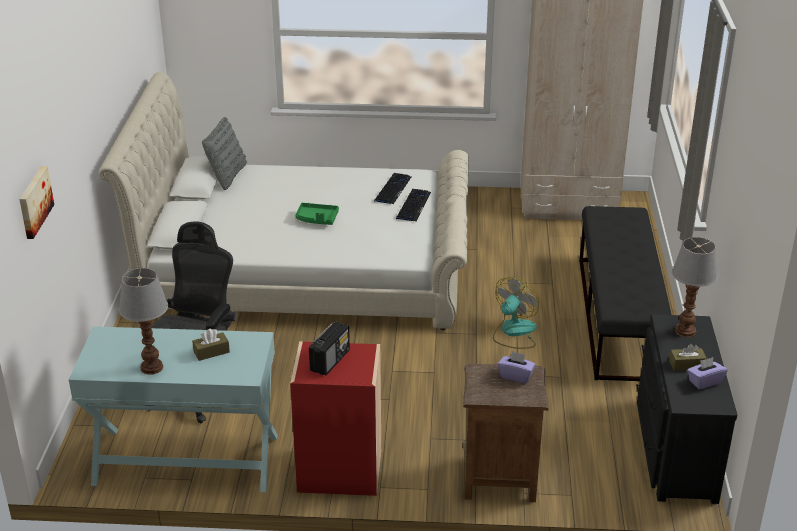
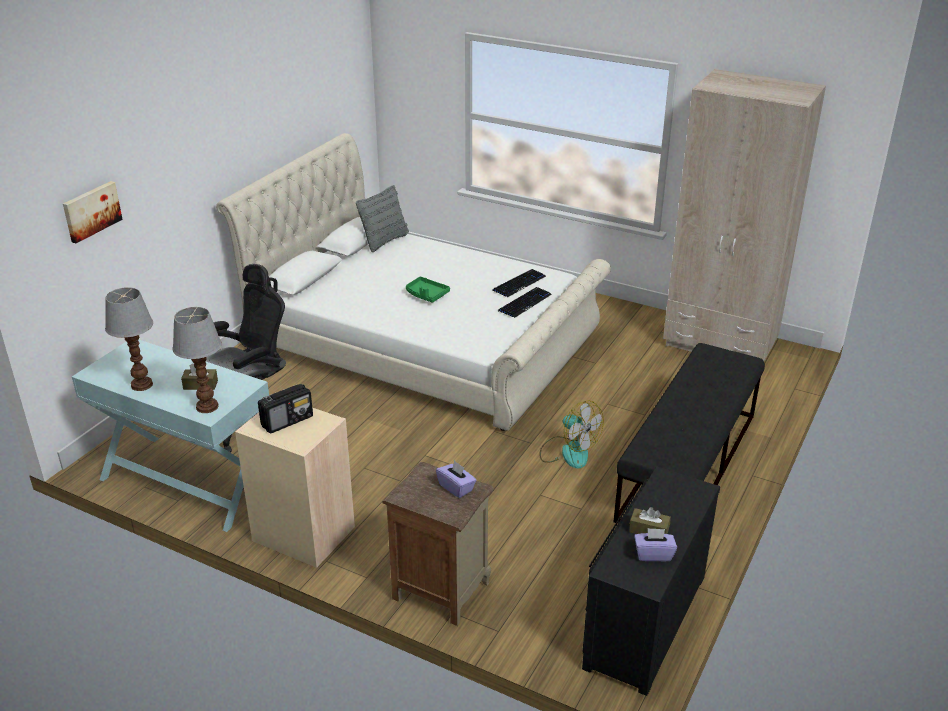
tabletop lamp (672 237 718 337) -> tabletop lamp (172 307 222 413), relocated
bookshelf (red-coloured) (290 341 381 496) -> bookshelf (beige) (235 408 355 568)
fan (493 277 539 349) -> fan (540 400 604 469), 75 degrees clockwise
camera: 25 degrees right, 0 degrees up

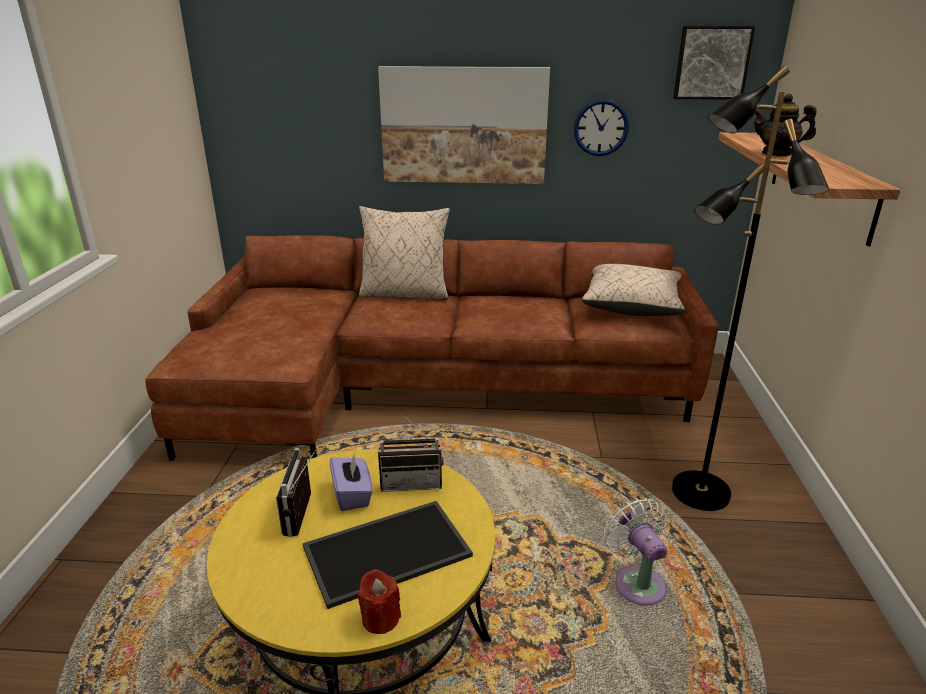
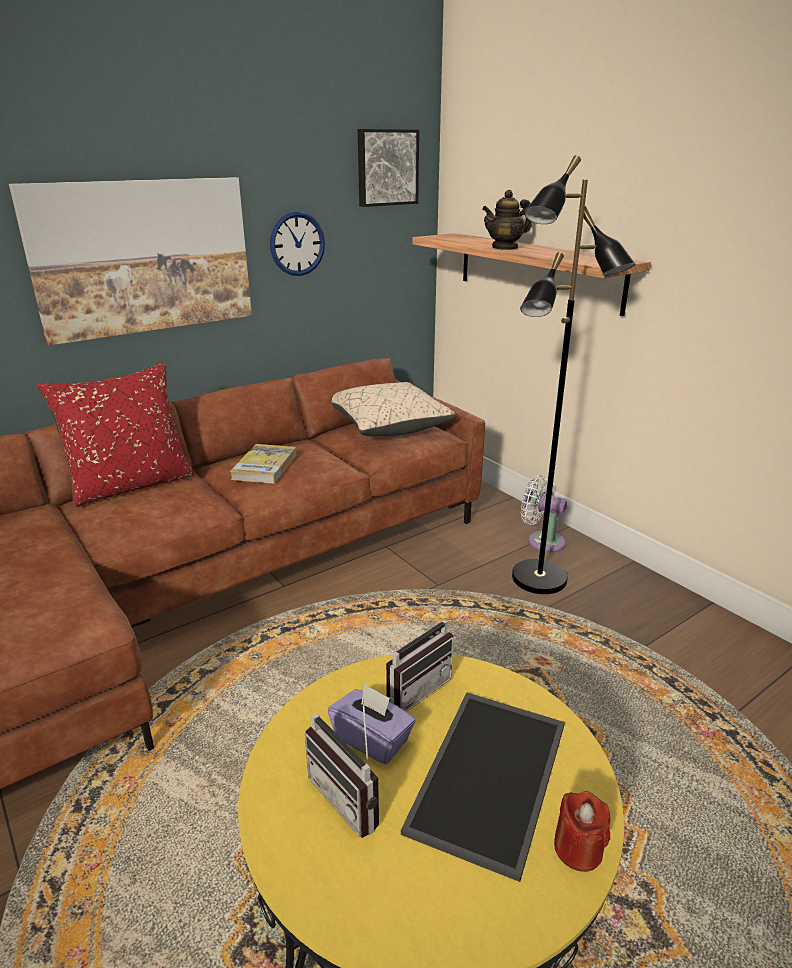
none -> bound book (230 444 297 484)
fan (white-coloured) (604 498 667 606) -> fan (white-coloured) (521 475 567 553), relocated
cushion (beige) (359 206 450 299) -> cushion (red-coloured) (38 363 194 507)
camera: 40 degrees left, 0 degrees up

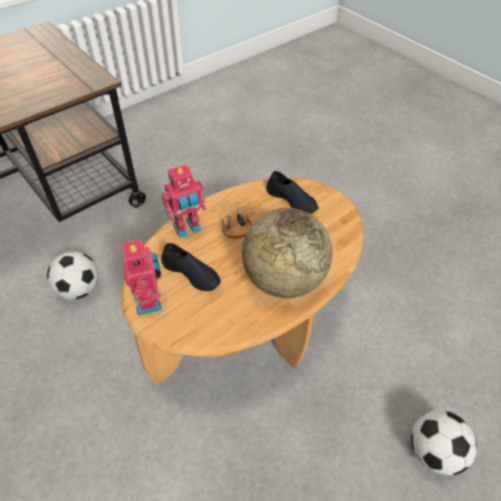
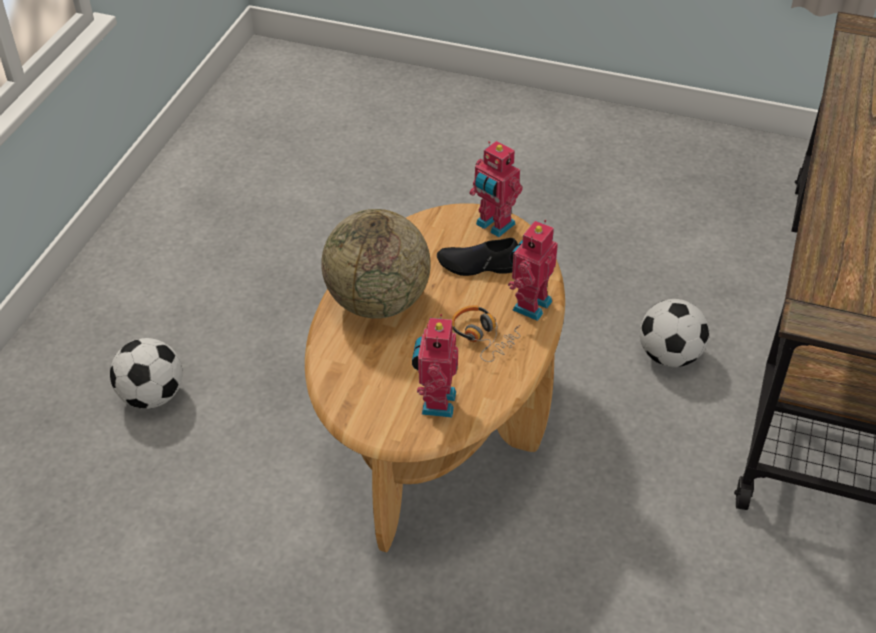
shoe (blackish) (266 171 319 214) -> robot figure (412 314 458 417)
camera: 150 degrees right, 5 degrees down

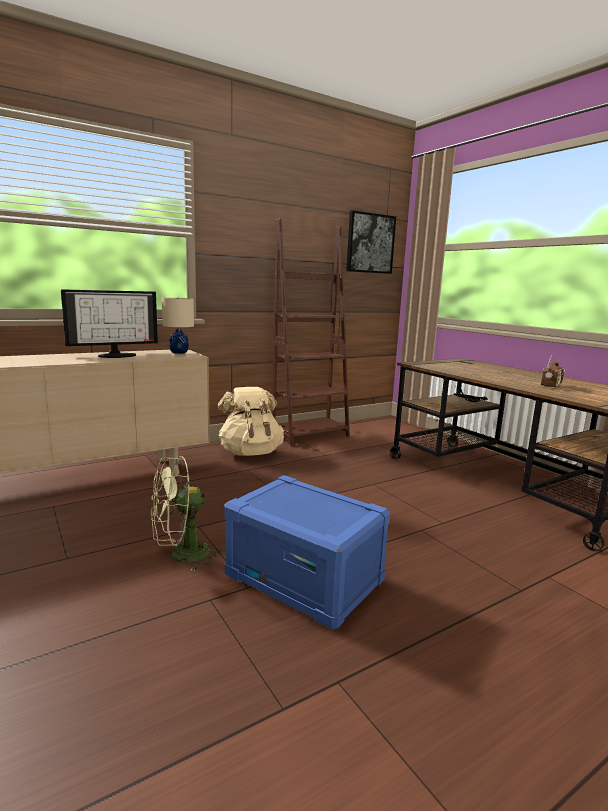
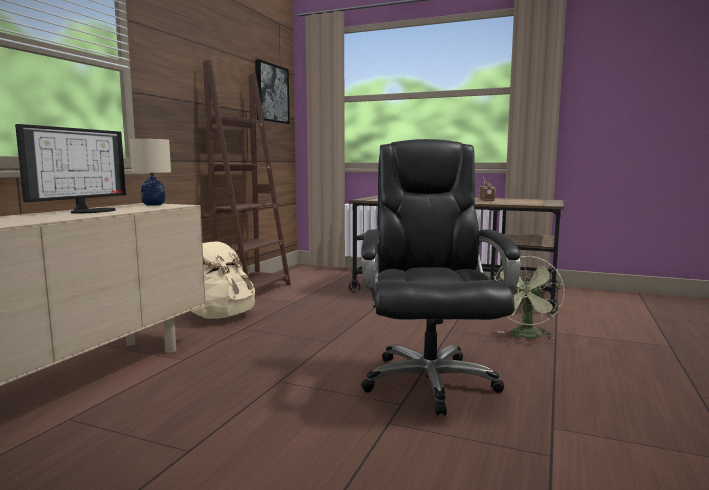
fan (greenish) (151 456 223 572) -> fan (greenish) (493 256 565 339), relocated
storage container (blue) (224 475 390 630) -> desk chair (blackish) (361 139 521 415)
camera: 35 degrees left, 5 degrees down

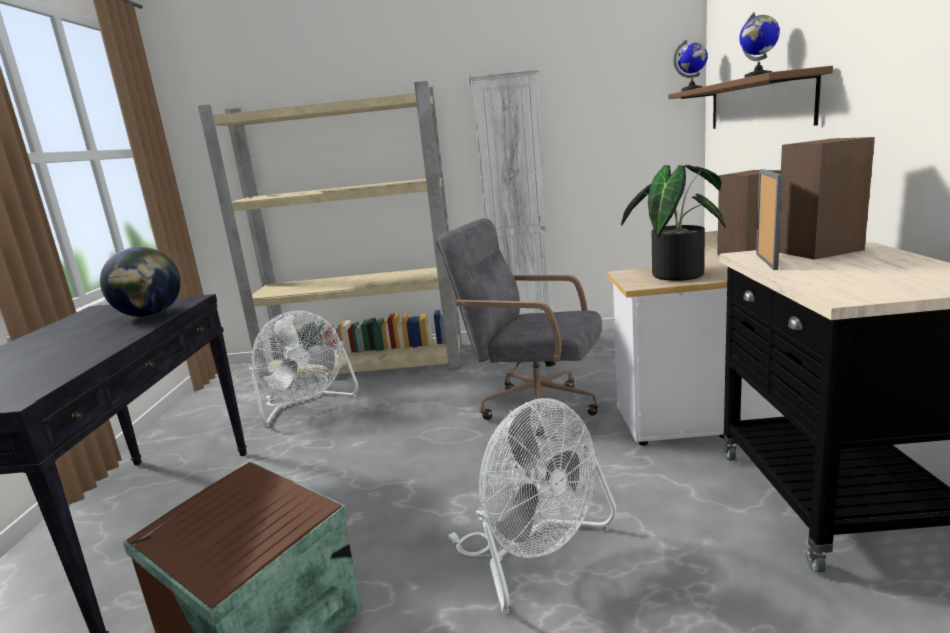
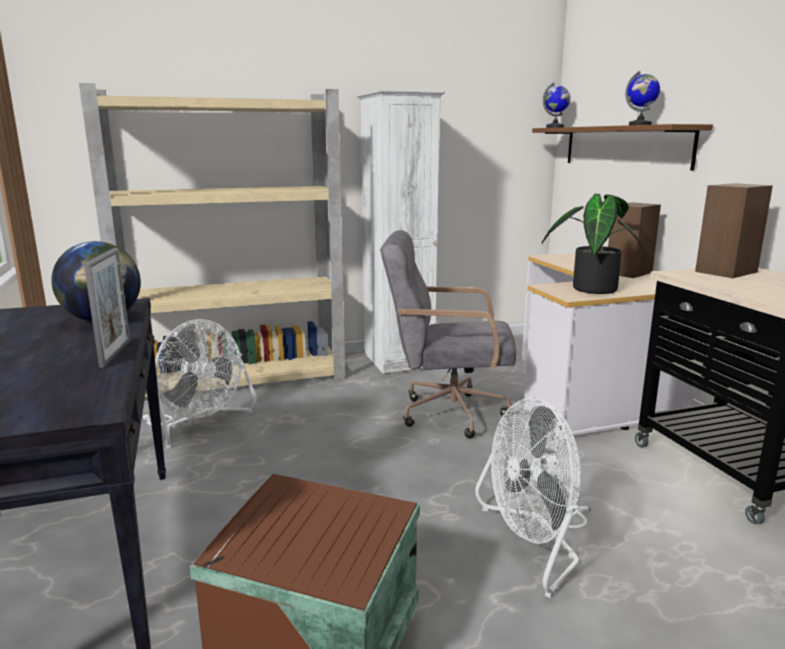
photo frame (756 169 783 270) -> photo frame (84 248 130 368), relocated
fan (white-coloured) (448 398 616 615) -> fan (white-coloured) (475 397 591 598), 135 degrees clockwise
camera: 20 degrees left, 0 degrees up

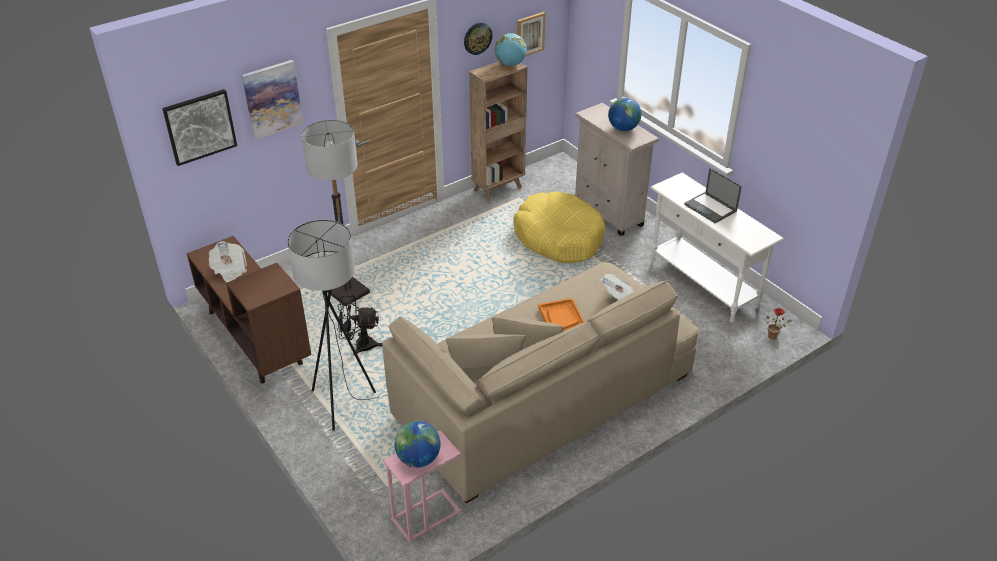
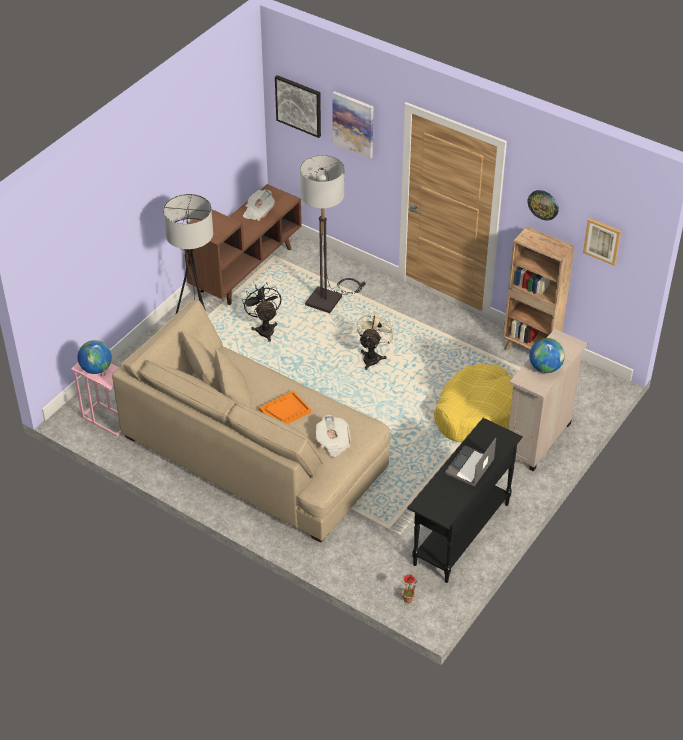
globe (495 33 527 66) -> none
none -> fan (beige) (357 310 396 370)
narrow table (white-coloured) (650 173 784 322) -> narrow table (blackish) (407 418 523 583)
camera: 70 degrees right, 5 degrees up

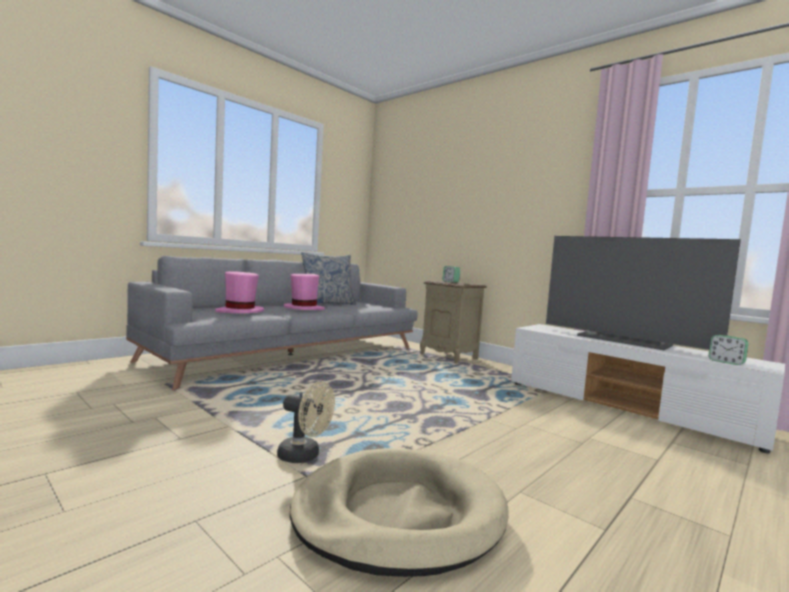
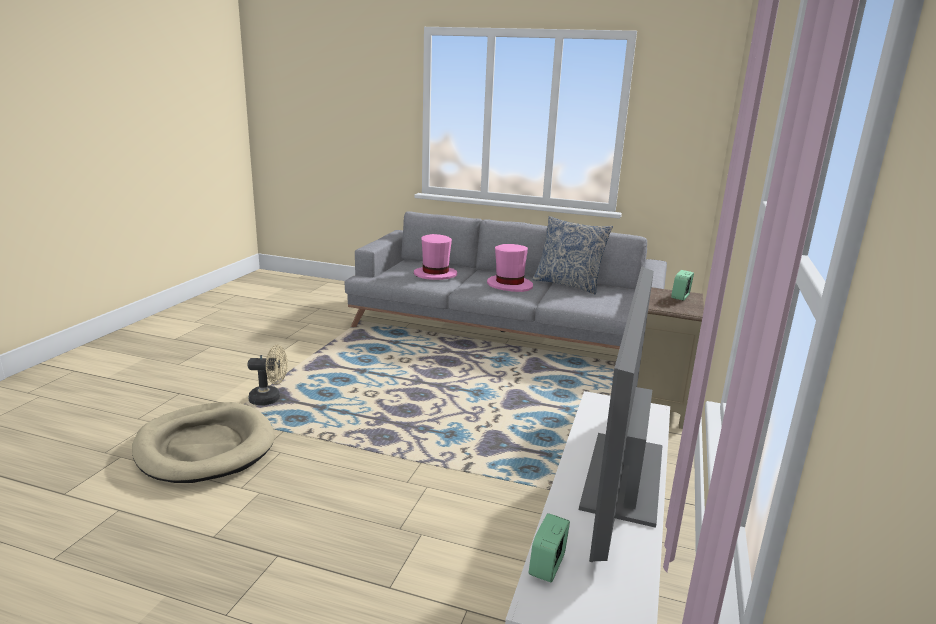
fan (beige) (277 382 335 463) -> fan (beige) (248 345 288 405), 90 degrees counterclockwise
camera: 65 degrees right, 15 degrees up

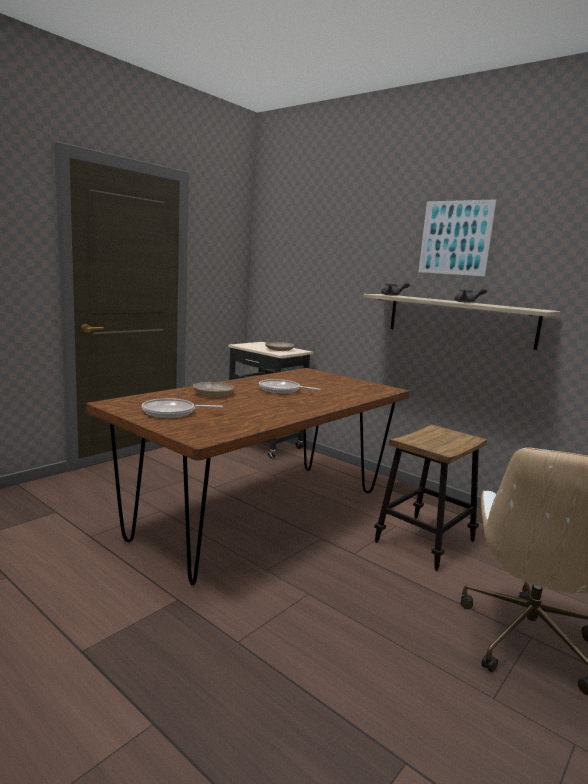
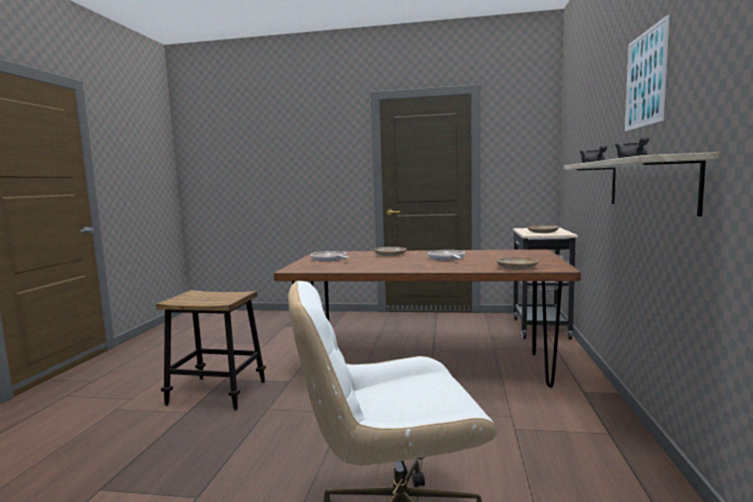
none -> plate (beige) (497 257 538 270)
sitting stool (374 424 487 571) -> sitting stool (156 290 266 411), relocated
camera: 60 degrees right, 5 degrees down

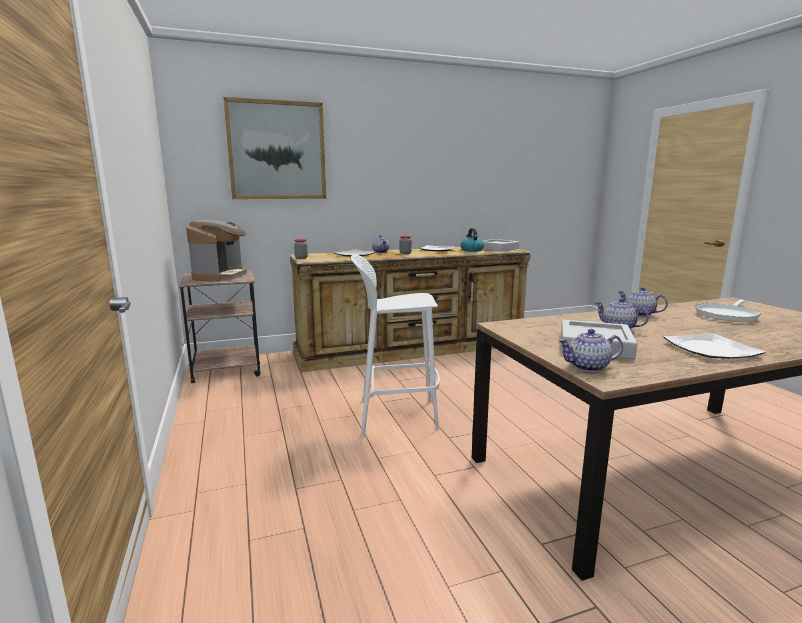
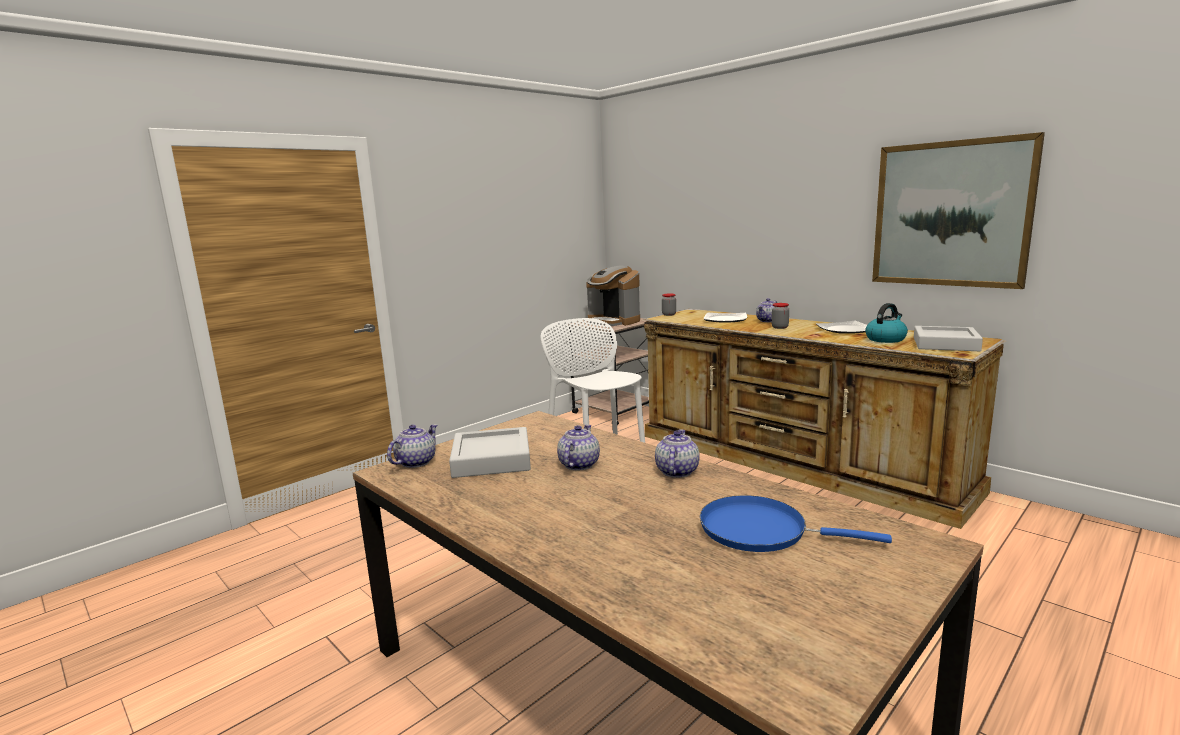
plate (664 333 765 359) -> none
wall art (223 97 326 199) -> wall art (872 132 1045 289), relocated
frying pan (white-coloured) (695 300 760 322) -> frying pan (blue) (700 495 892 552)
coffee machine (186 220 247 281) -> coffee machine (586 266 640 326), 60 degrees clockwise
pot for tea (558 329 623 372) -> pot for tea (387 424 437 468), 60 degrees clockwise
camera: 65 degrees right, 0 degrees up

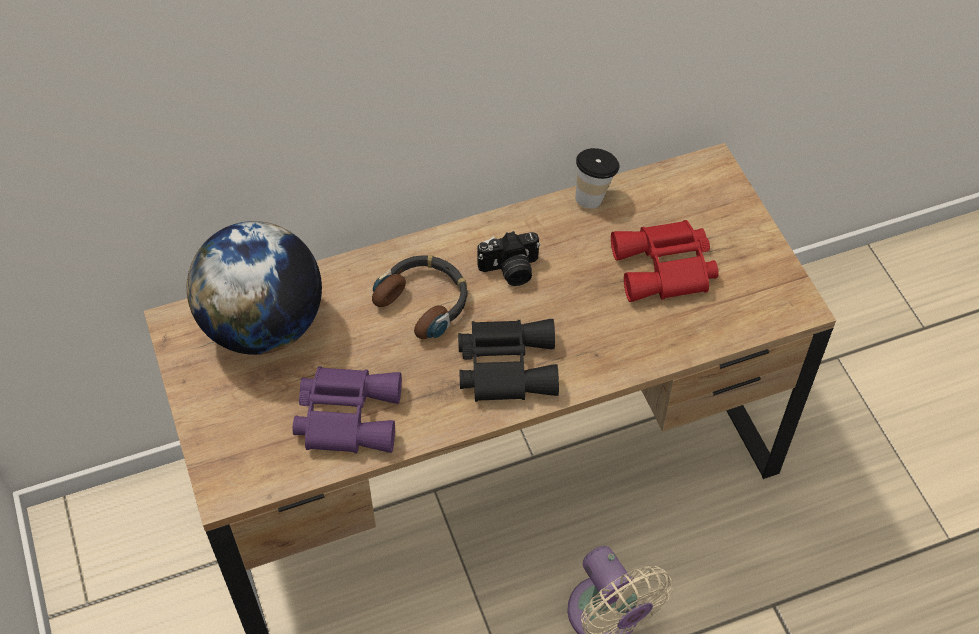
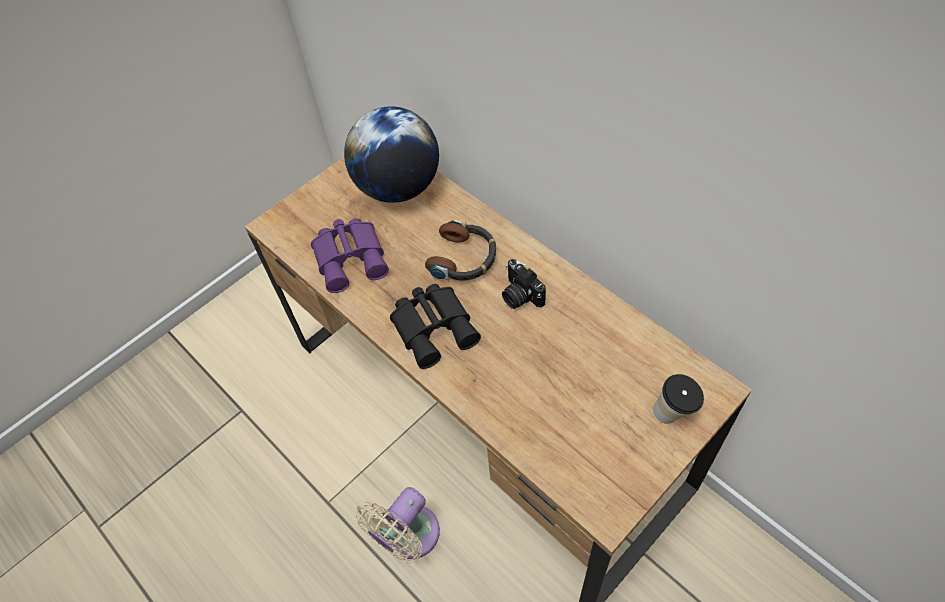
pair of binoculars (red-coloured) (611 220 719 302) -> none
small cup (575 148 620 209) -> small cup (653 374 704 424), relocated
camera: 70 degrees right, 0 degrees up

